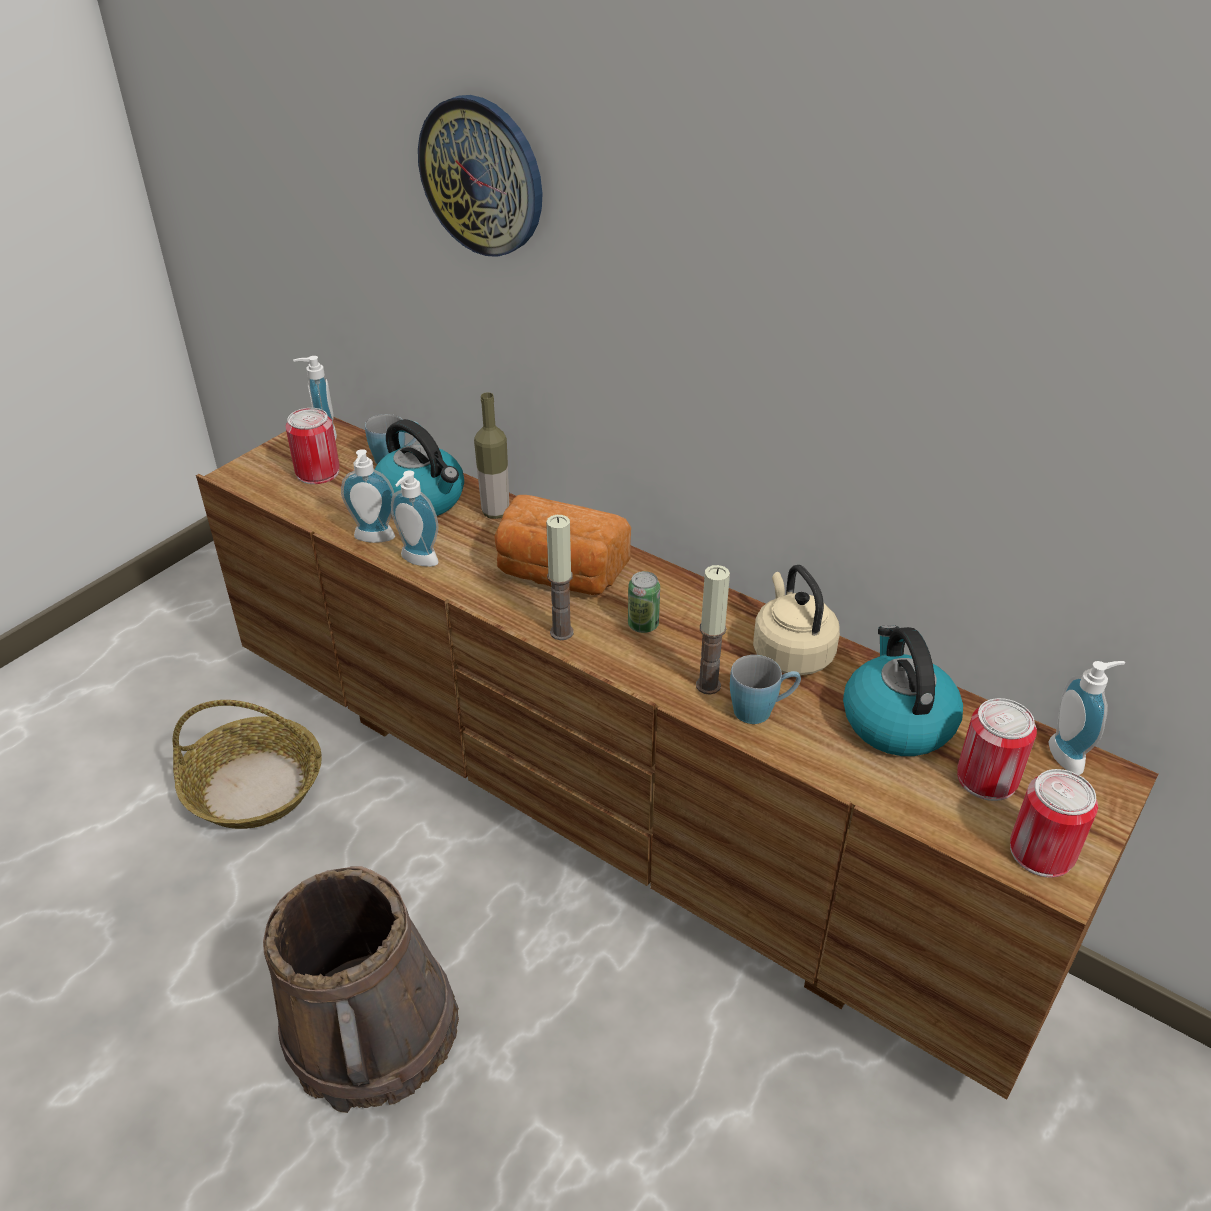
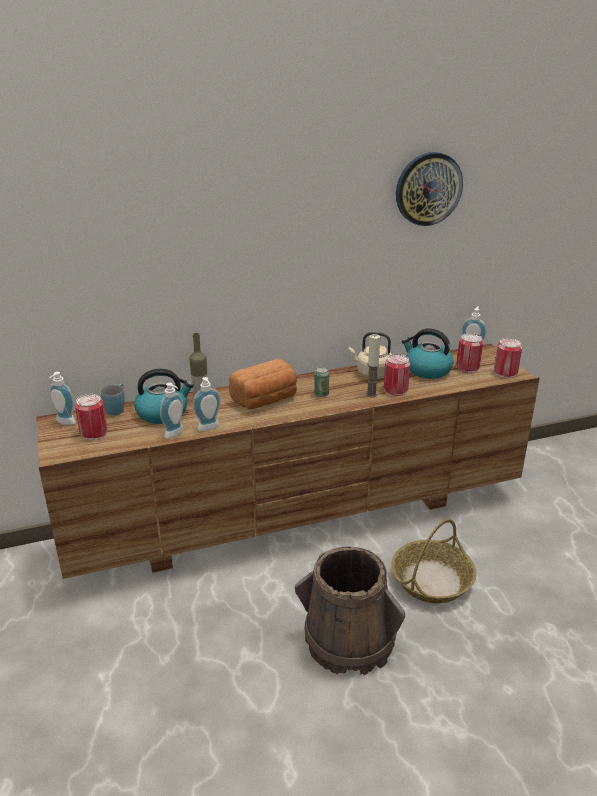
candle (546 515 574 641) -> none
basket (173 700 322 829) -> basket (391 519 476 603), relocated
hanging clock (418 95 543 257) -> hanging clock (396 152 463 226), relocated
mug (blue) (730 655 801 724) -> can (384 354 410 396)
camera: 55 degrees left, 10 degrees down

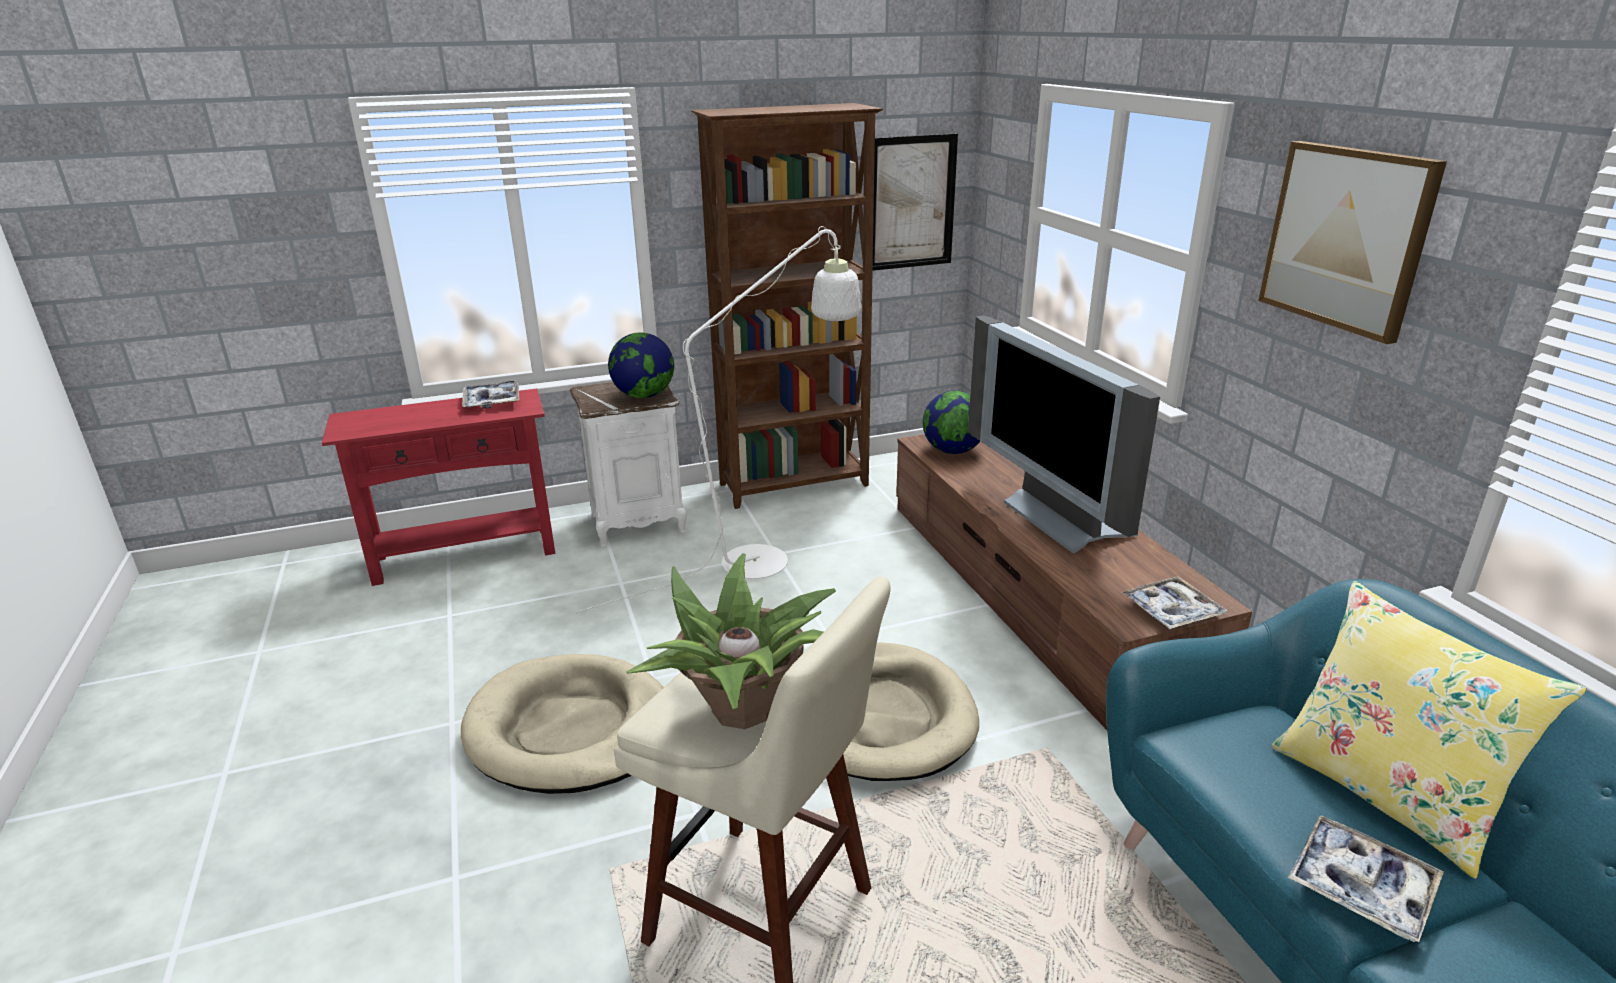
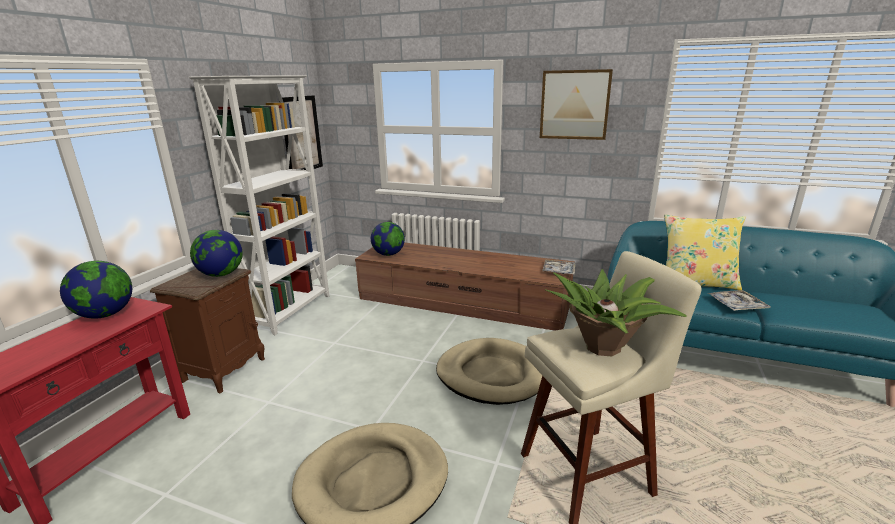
standard lamp (white-coloured) (576 226 861 613) -> none
TV (968 315 1160 554) -> none
serving tray (462 381 519 409) -> globe (60 261 132 319)
night table (white-coloured) (570 382 687 547) -> night table (brownish) (150 268 265 393)
bookshelf (brownish) (691 103 883 509) -> bookshelf (white-coloured) (189 75 329 335)
camera: 50 degrees left, 5 degrees down

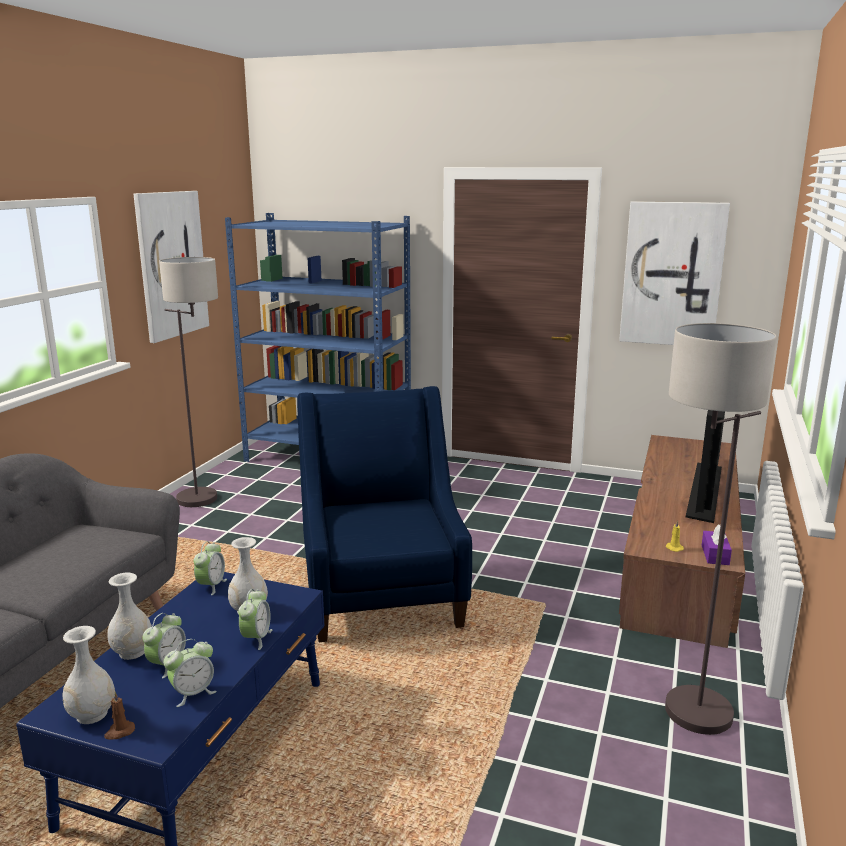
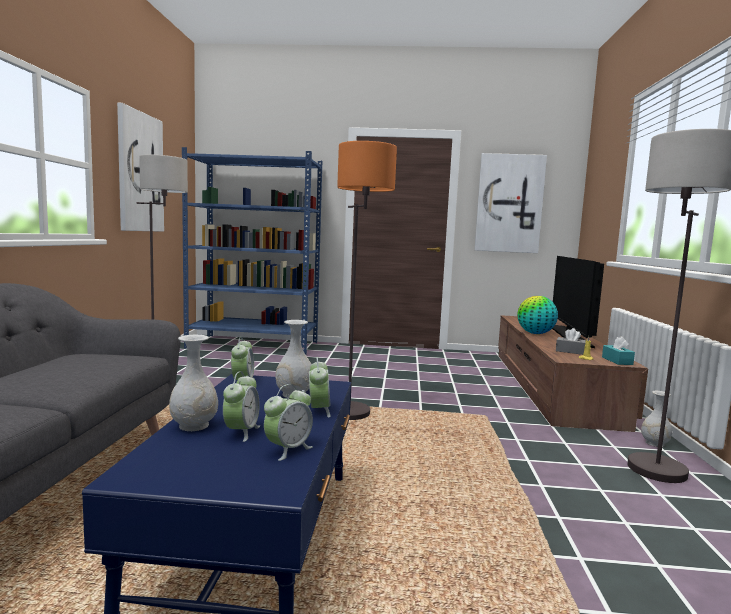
candle (brownish) (104 692 135 739) -> none
none -> globe (517 296 558 334)
none -> tissue box (greyish) (556 328 586 355)
vase (white-coloured) (63 626 115 724) -> vase (white-coloured) (641 391 672 447), relocated
easy chair (blue) (297 386 472 642) -> standard lamp (orange) (337 141 397 420)
tissue box (purple-coloured) (702 524 732 565) -> tissue box (turquoise-coloured) (602 336 635 365)
camera: 15 degrees left, 10 degrees down

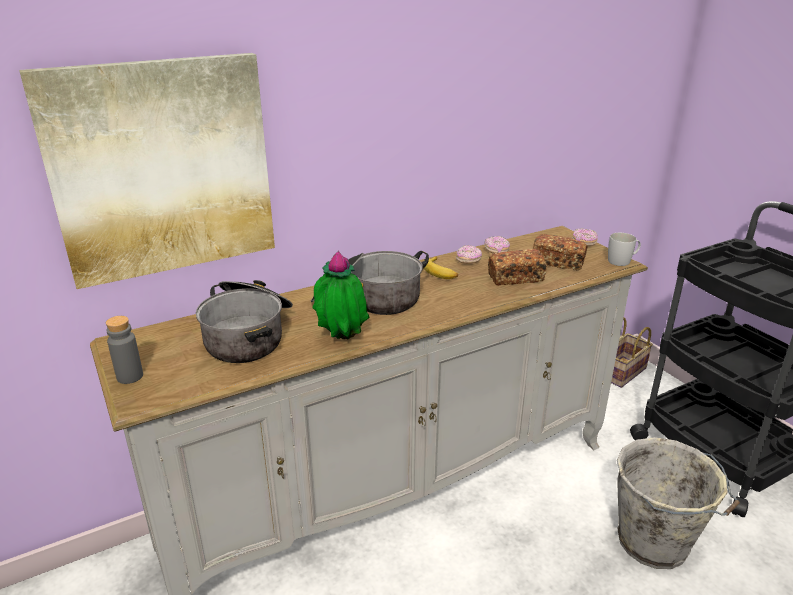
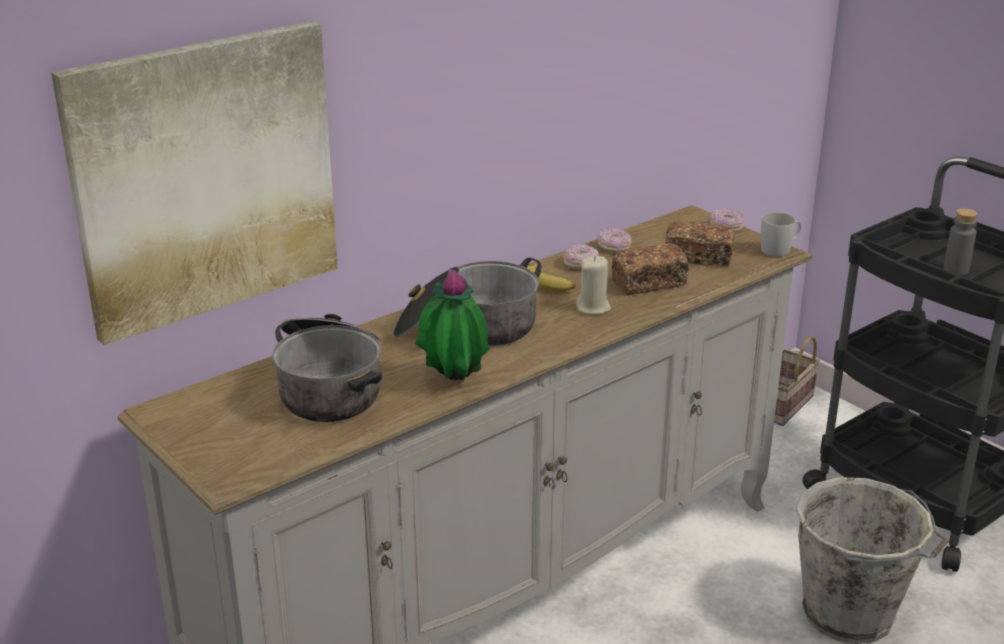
none -> candle (beige) (576 256 611 315)
beverage bottle (greyish) (106 316 143 384) -> beverage bottle (greyish) (944 208 978 275), relocated
camera: 10 degrees left, 0 degrees up

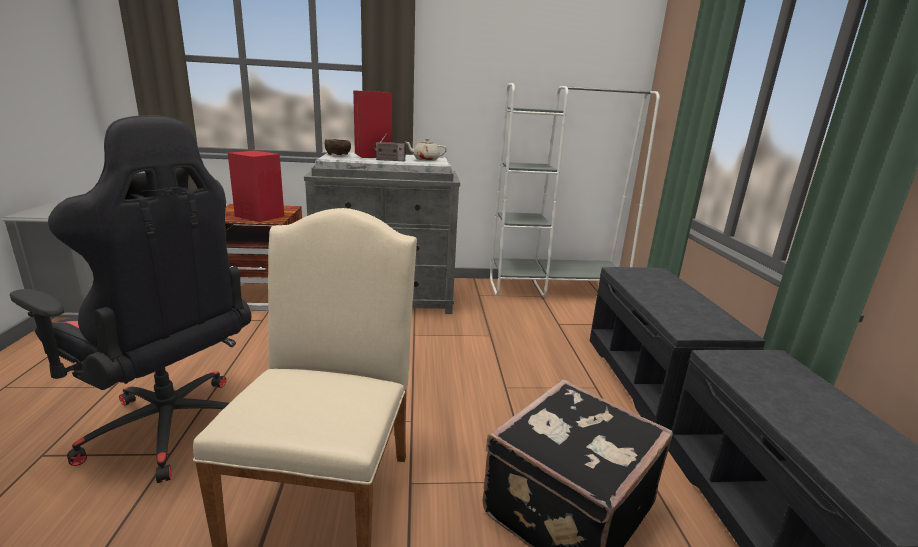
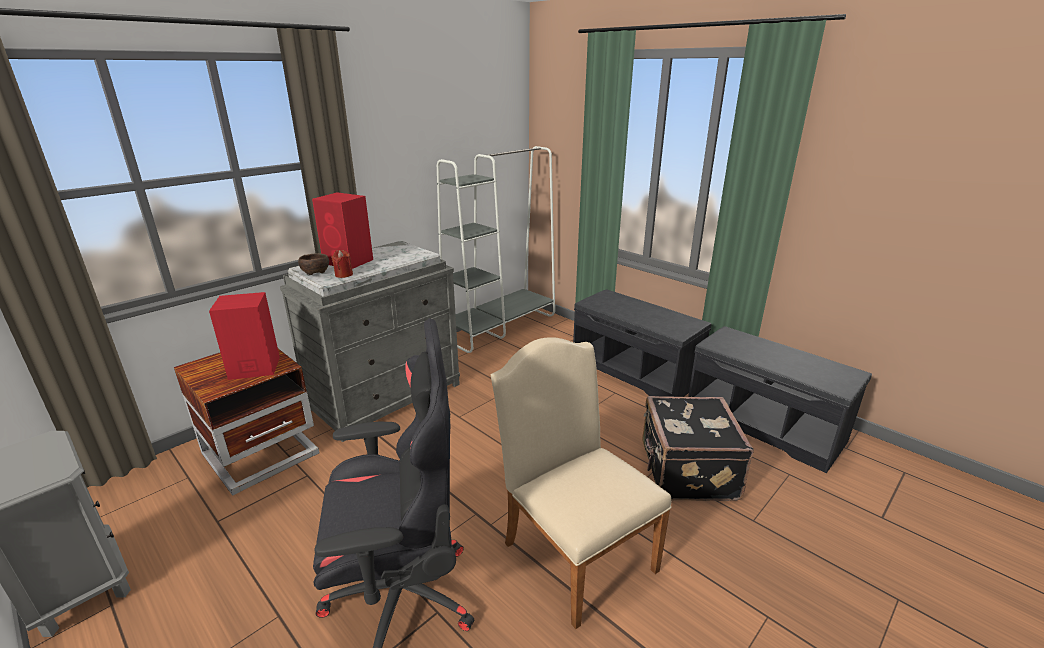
radio set (373 133 406 161) -> none
pot for tea (beige) (405 138 447 161) -> none
none -> candle (red-coloured) (332 250 353 278)
camera: 40 degrees left, 5 degrees up

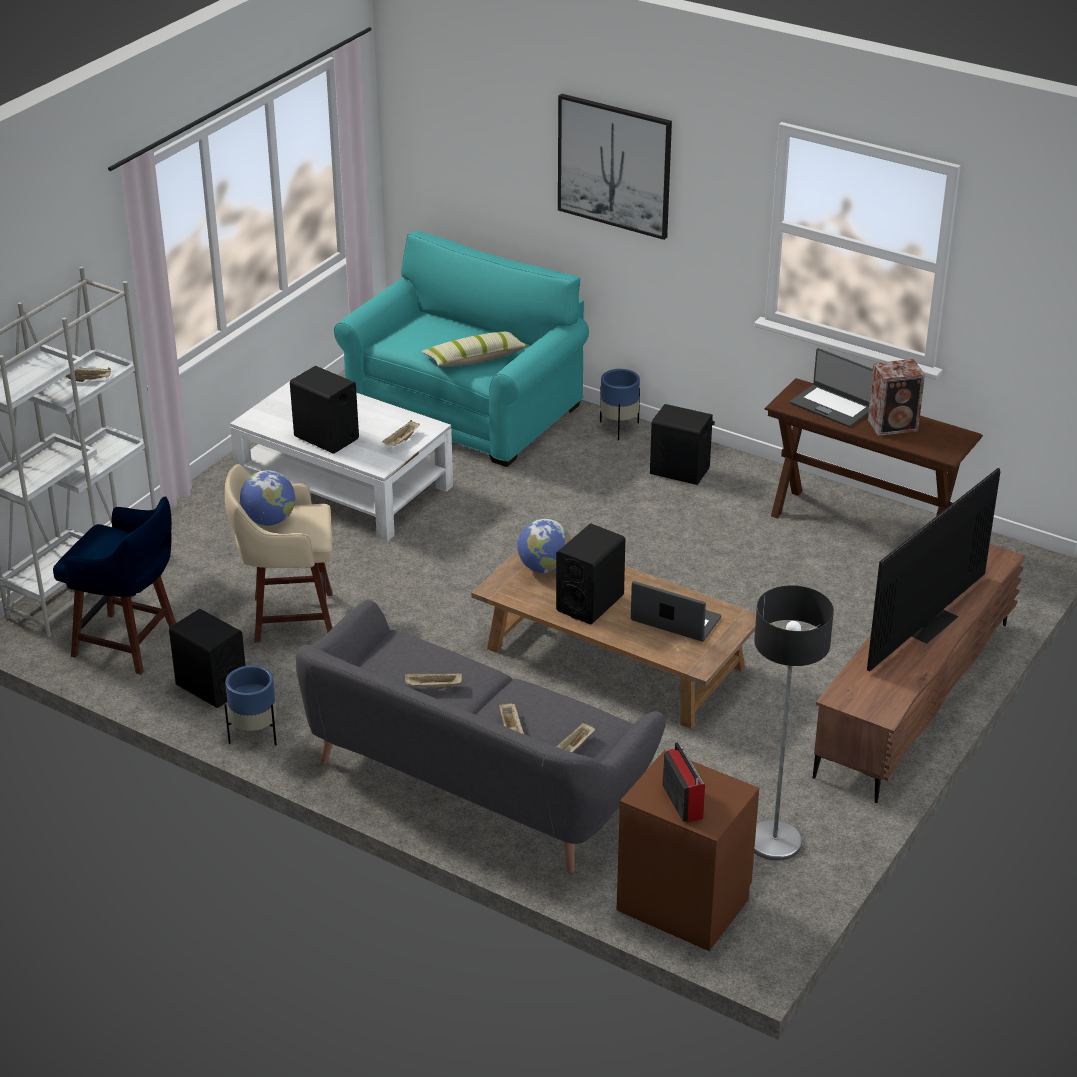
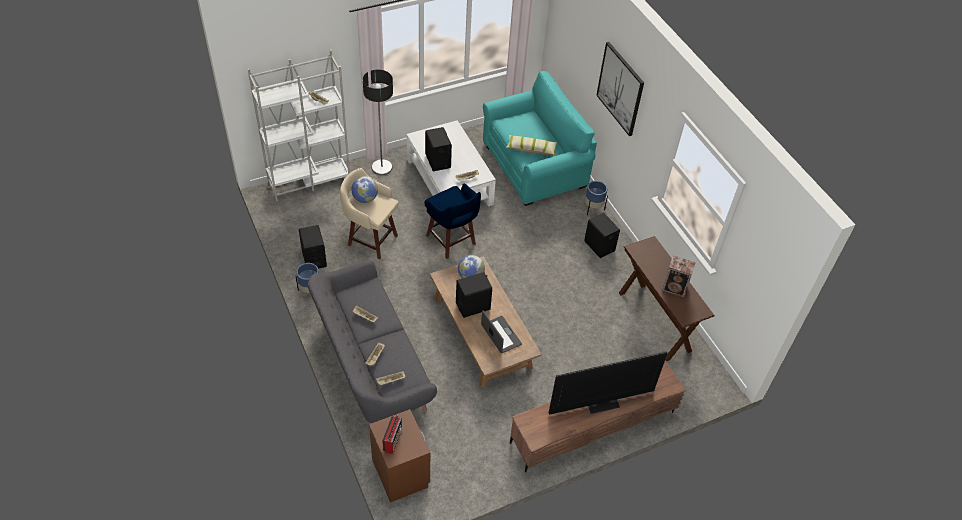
portable computer (790 348 873 427) -> none
sitting stool (blue) (53 496 176 675) -> sitting stool (blue) (425 183 481 259), relocated
standard lamp (754 585 834 861) -> standard lamp (363 70 393 175), relocated
camera: 30 degrees right, 15 degrees up

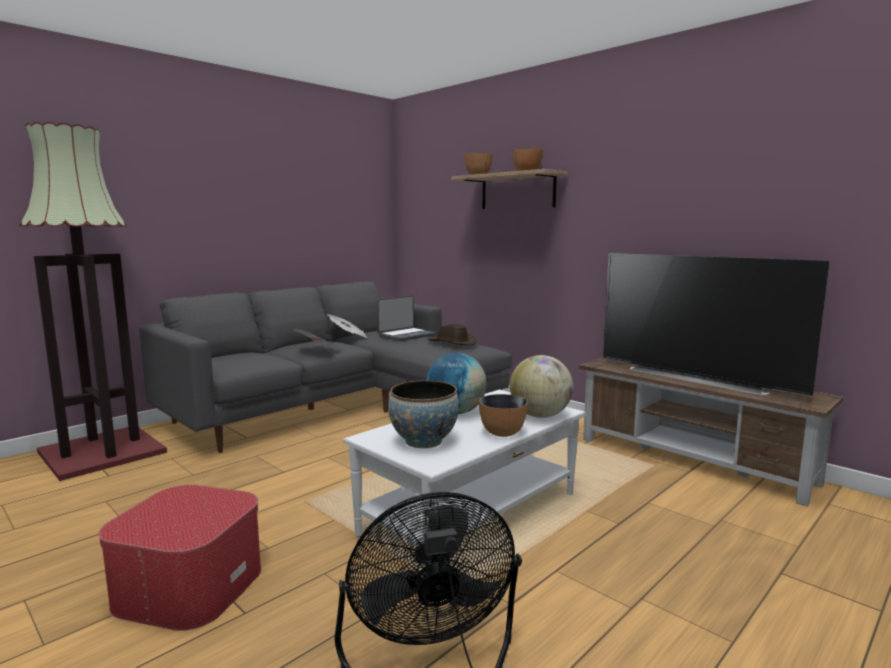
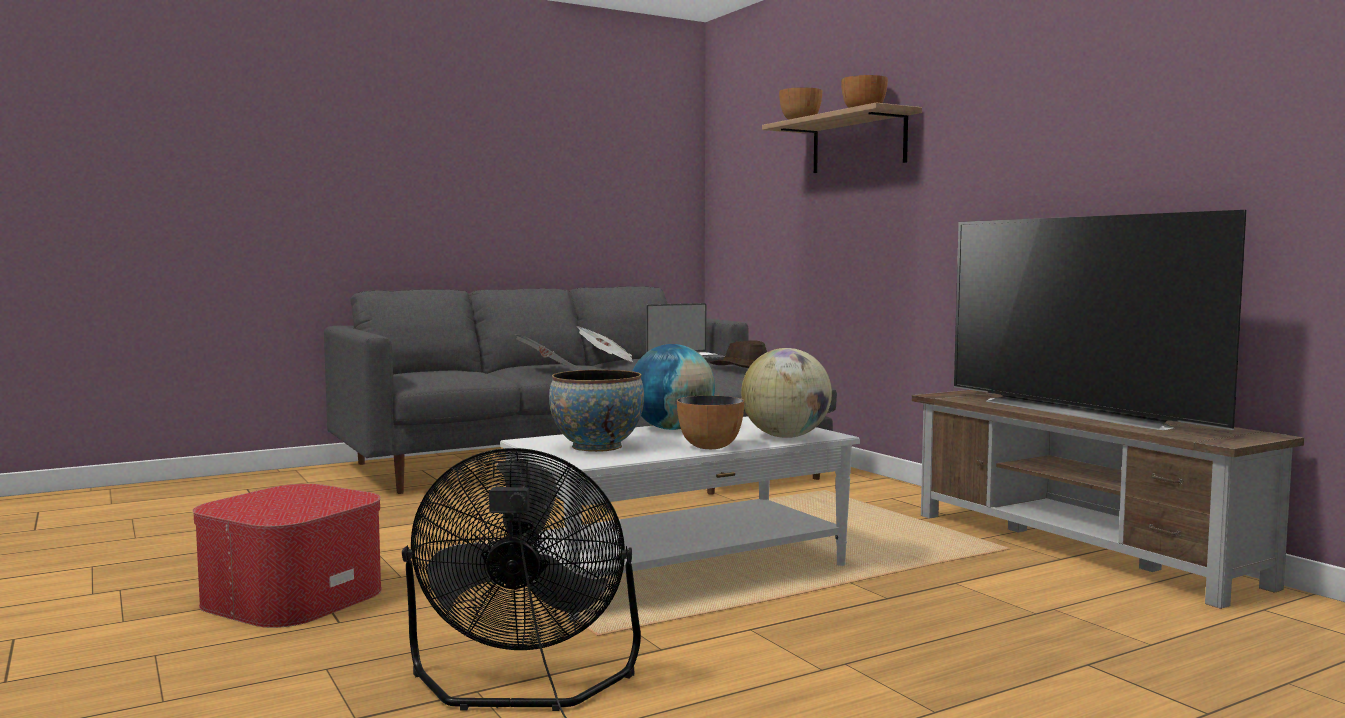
standard lamp (20 122 167 481) -> none
camera: 15 degrees right, 5 degrees down

